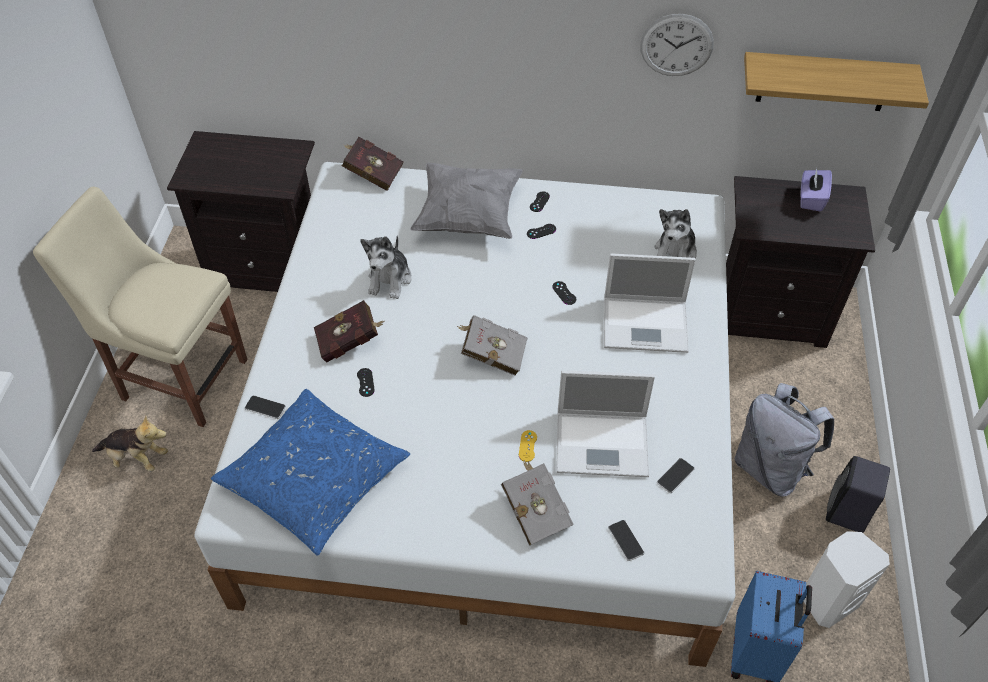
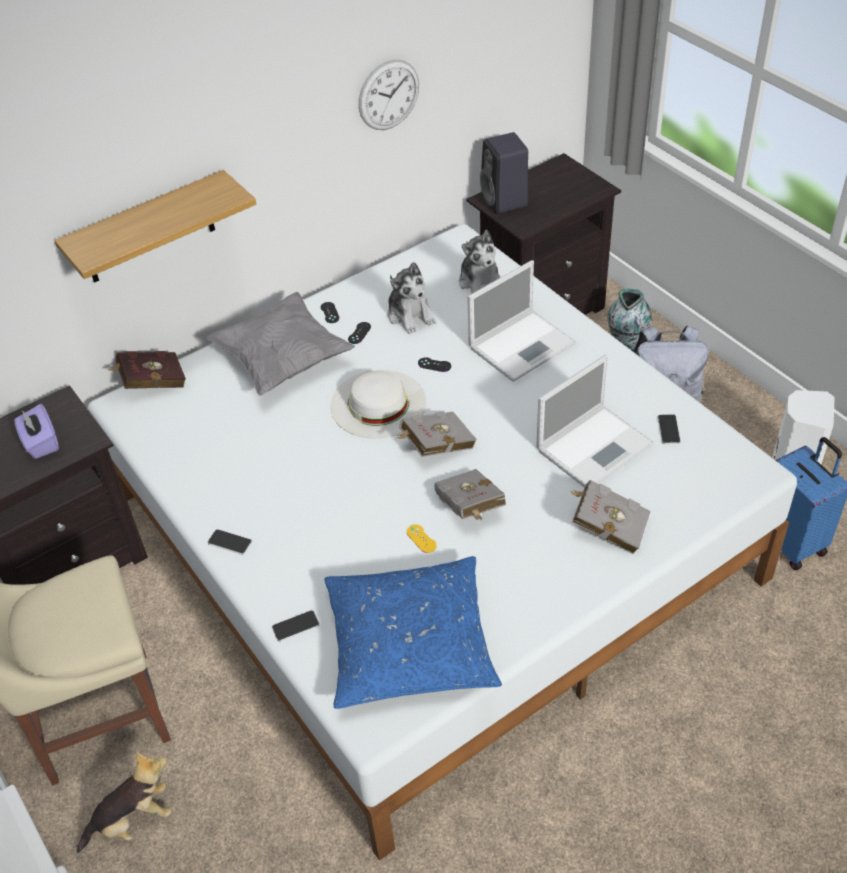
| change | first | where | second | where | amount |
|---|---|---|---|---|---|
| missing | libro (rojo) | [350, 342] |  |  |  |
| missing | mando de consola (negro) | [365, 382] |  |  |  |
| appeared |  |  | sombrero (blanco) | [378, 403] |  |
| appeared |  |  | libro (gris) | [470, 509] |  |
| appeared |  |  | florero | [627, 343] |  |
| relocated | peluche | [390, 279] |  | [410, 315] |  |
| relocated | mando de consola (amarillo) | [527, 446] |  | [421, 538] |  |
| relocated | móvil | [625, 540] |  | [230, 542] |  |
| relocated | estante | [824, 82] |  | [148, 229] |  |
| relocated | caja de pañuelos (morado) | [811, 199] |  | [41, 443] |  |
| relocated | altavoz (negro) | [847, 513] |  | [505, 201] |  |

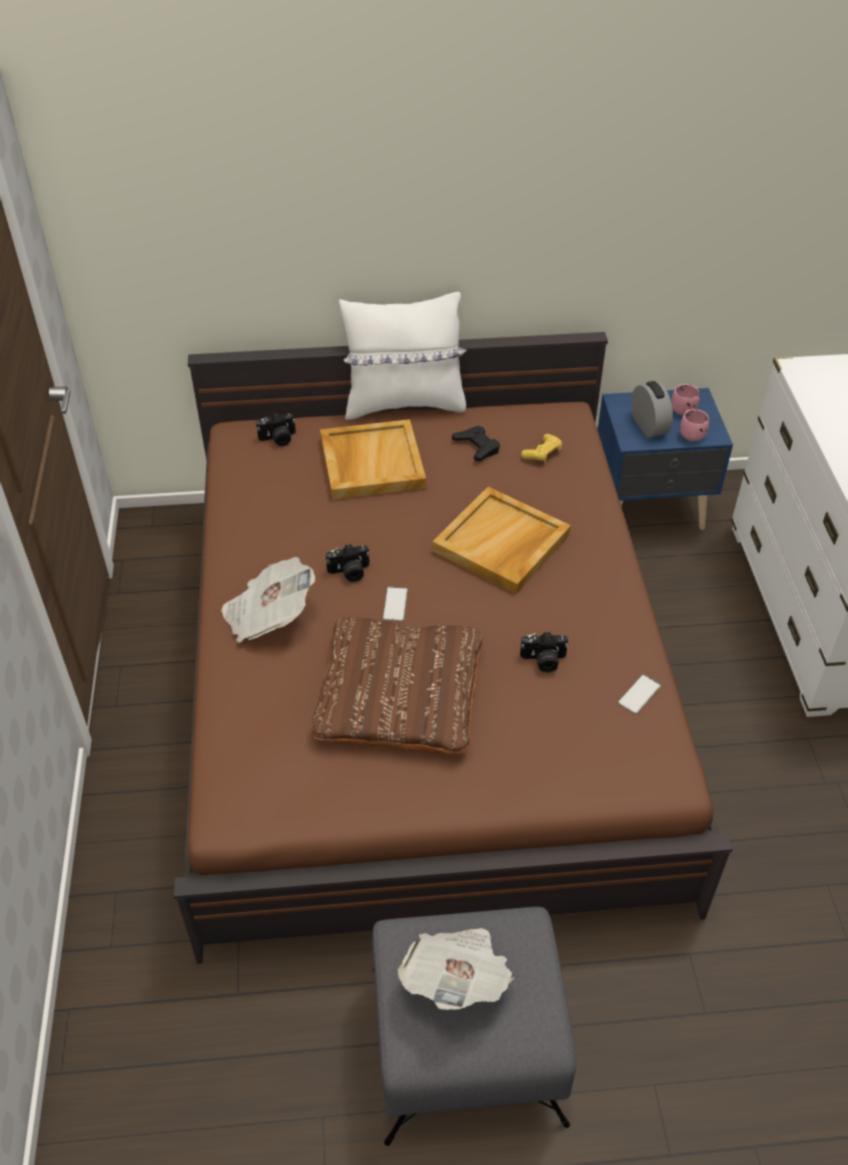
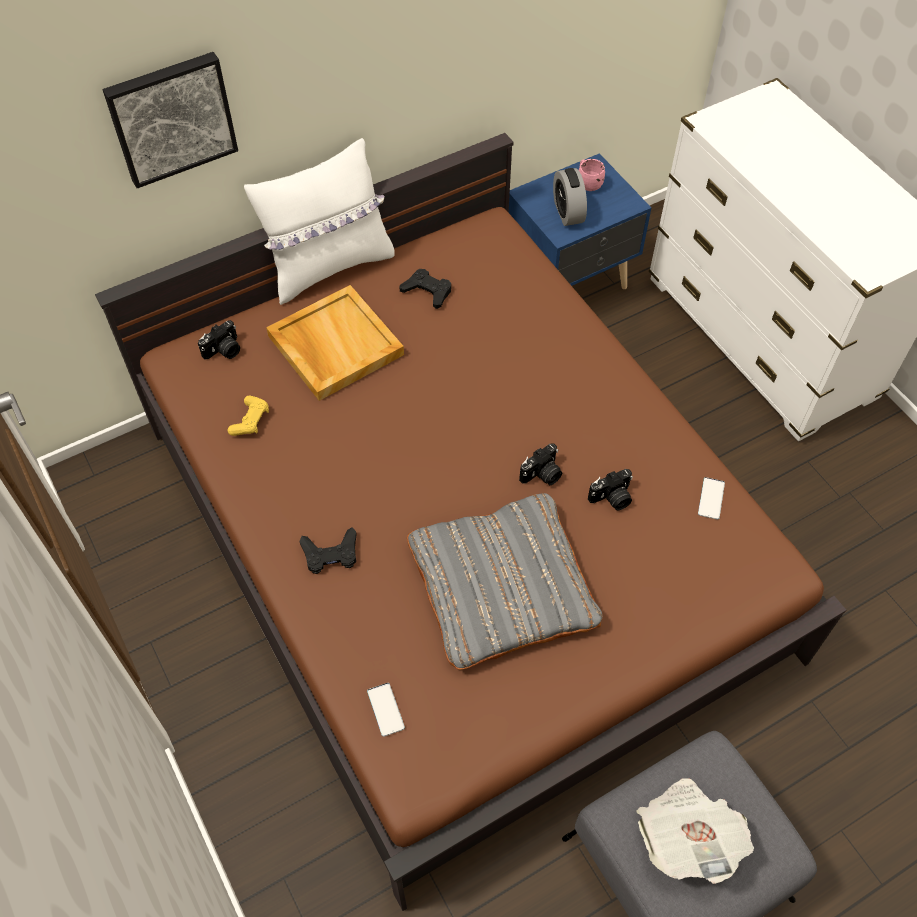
| change | first | where | second | where | amount |
|---|---|---|---|---|---|
| missing | bandeja (beis) | [501, 544] |  |  |  |
| missing | taza grande (rosa) | [690, 434] |  |  |  |
| appeared |  |  | cuadro | [171, 117] |  |
| relocated | cámara | [349, 572] |  | [542, 475] |  |
| relocated | móvil | [395, 604] |  | [385, 709] |  |
| relocated | mando de consola (amarillo) | [542, 453] |  | [250, 421] |  |
| exchanged | periódico | [268, 616] | mando de consola (negro) | [330, 554] |  |
| colour | cojín (marrón) | [399, 693] | cojín (gris) | [502, 586] |  |
| spun | despertador | [648, 426] |  | [568, 212] | 150 degrees counterclockwise |

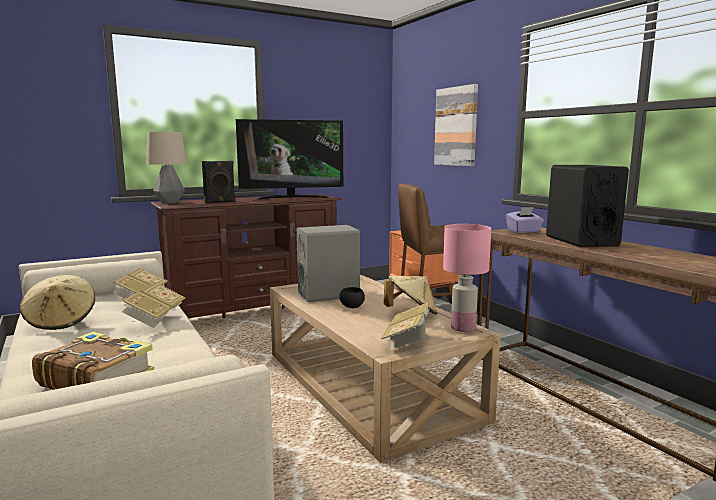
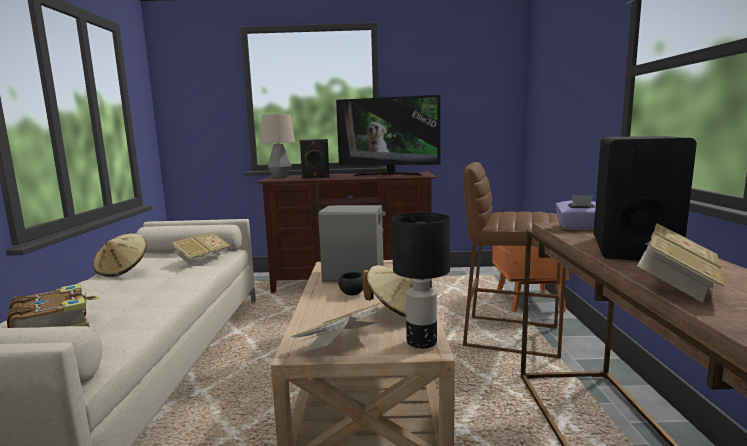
| change | first | where | second | where | amount |
|---|---|---|---|---|---|
| missing | cuadro | [456, 126] |  |  |  |
| relocated | libro | [155, 318] |  | [677, 283] |  |
| colour | lámpara de mesa (rosa) | [462, 328] | lámpara de mesa (negro) | [420, 342] |  |

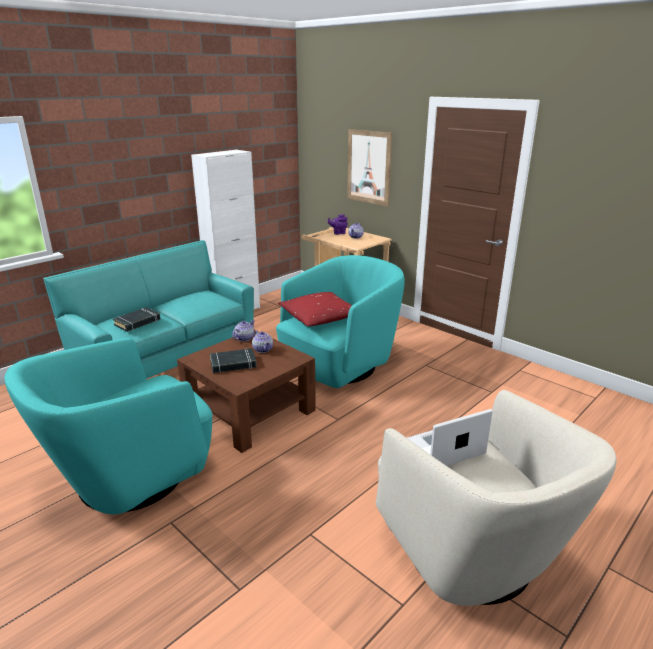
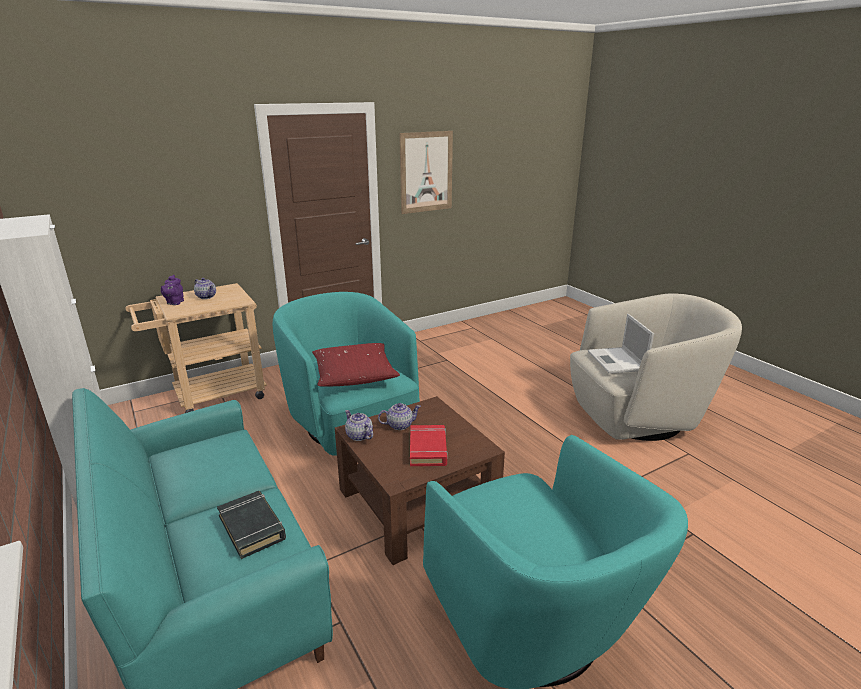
| change | first | where | second | where | amount |
|---|---|---|---|---|---|
| relocated | cuadro | [369, 167] |  | [426, 172] |  |
| colour | libro (negro) | [233, 364] | libro (rojo) | [428, 449] |  |

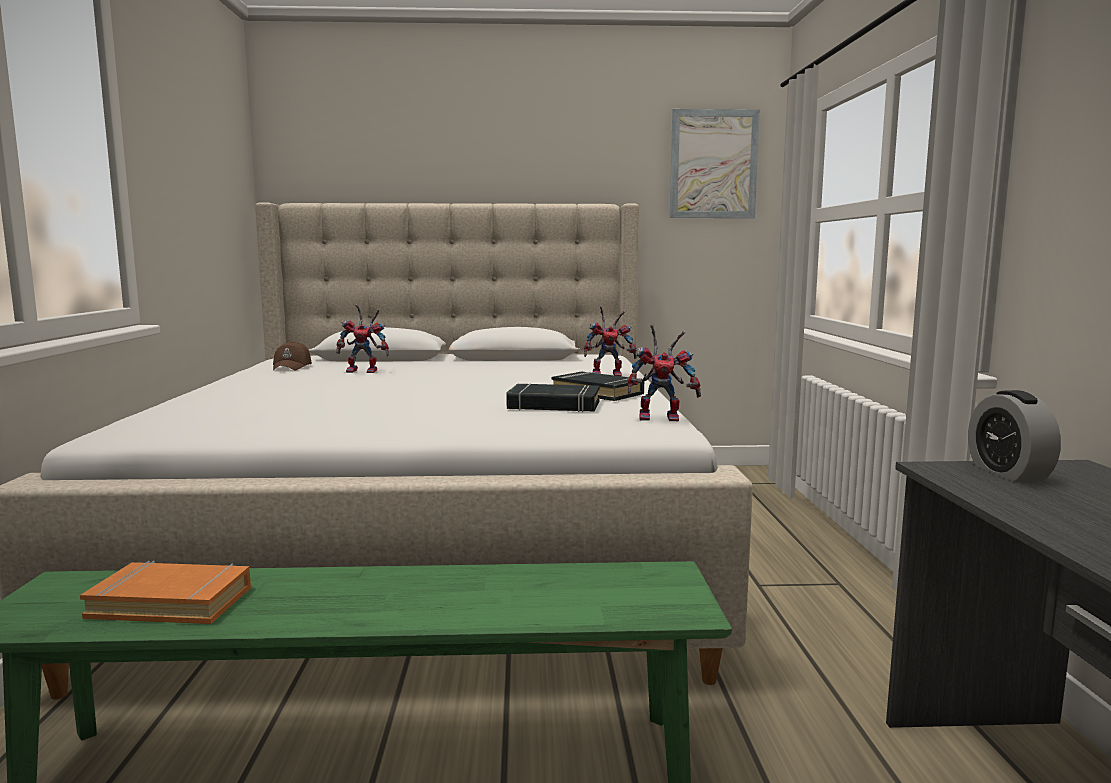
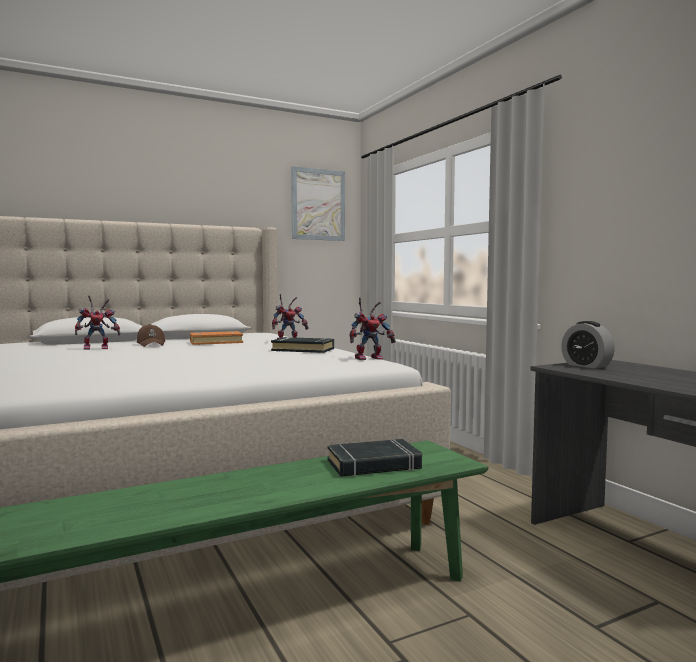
| change | first | where | second | where | amount |
|---|---|---|---|---|---|
| relocated | libro (naranja) | [171, 602] |  | [216, 342] |  |
| relocated | gorra (marrón) | [292, 367] |  | [151, 344] |  |
| relocated | libro (negro) | [554, 405] |  | [374, 465] |  |

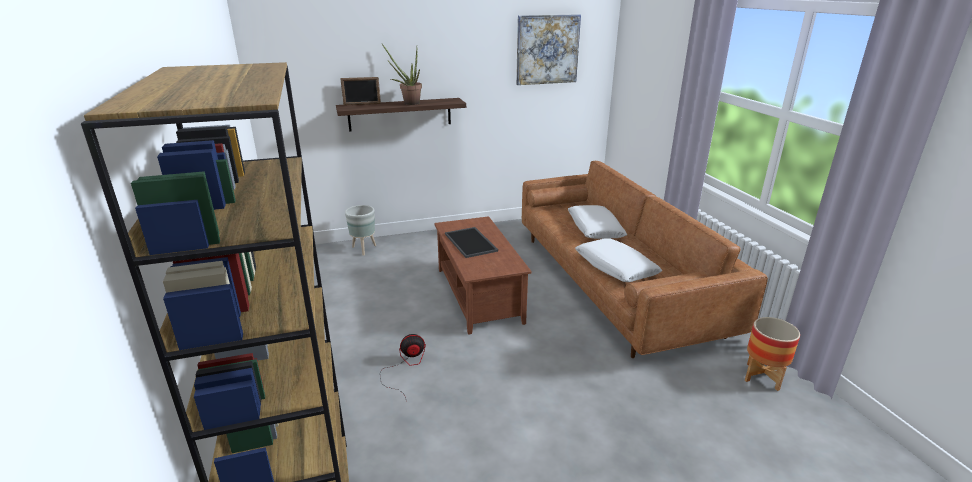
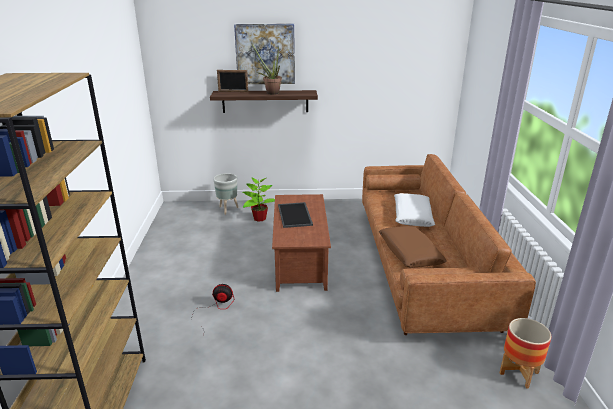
| change | first | where | second | where | amount |
|---|---|---|---|---|---|
| appeared |  |  | planta en maceta | [259, 218] |  |
| relocated | cuadro | [547, 49] |  | [265, 54] |  |
| colour | cojín (blanco) | [615, 267] | cojín (marrón) | [410, 253] |  |

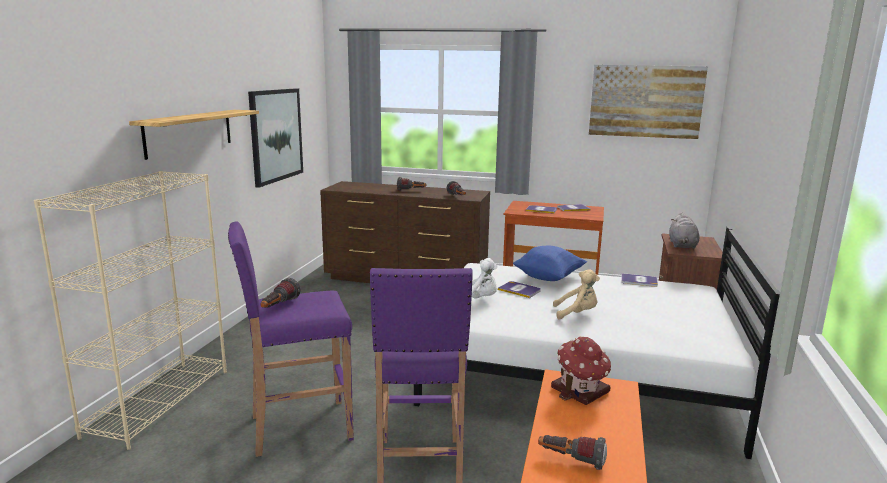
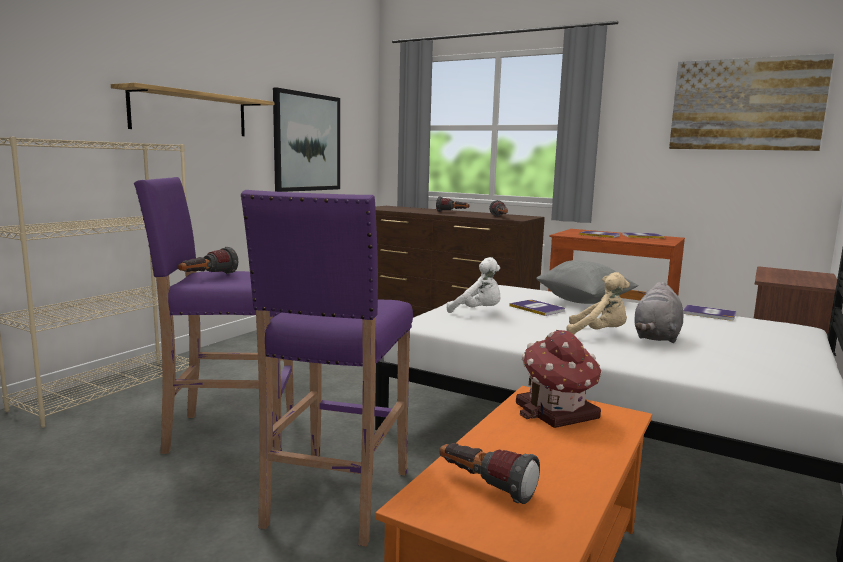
| change | first | where | second | where | amount |
|---|---|---|---|---|---|
| relocated | peluche (gris) | [682, 245] |  | [656, 337] |  |
| colour | cojín (azul) | [549, 278] | cojín (gris) | [584, 302] |  |

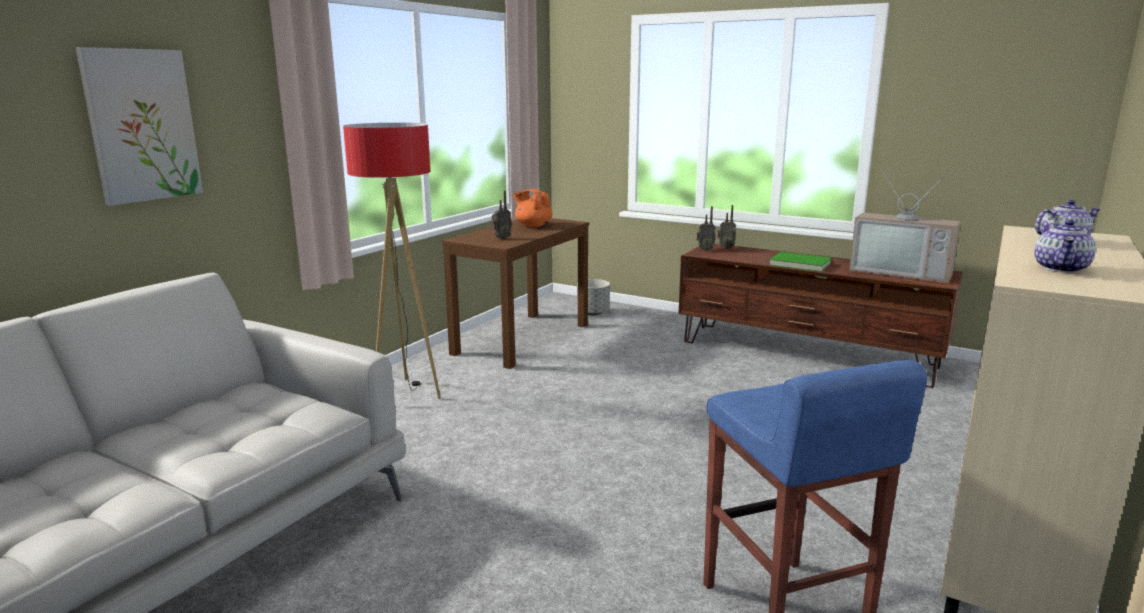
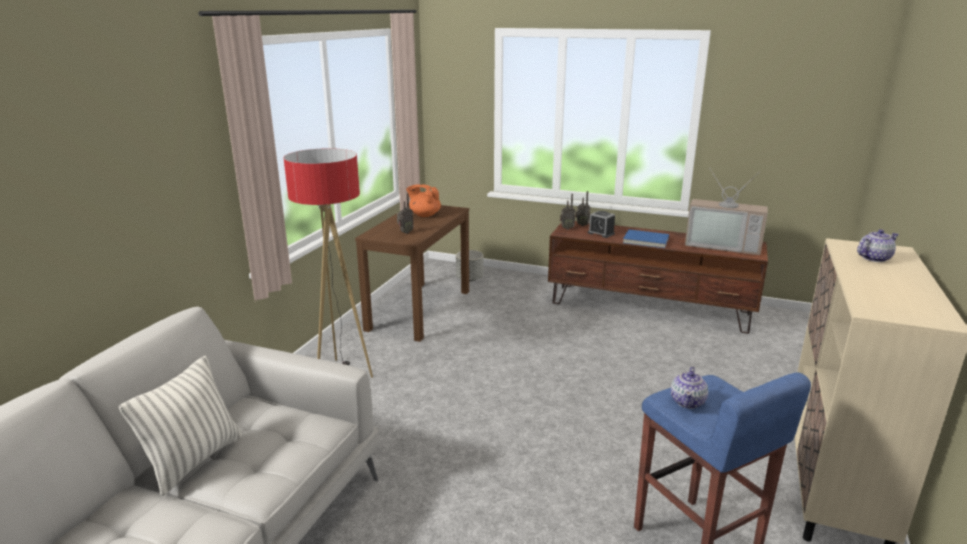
| change | first | where | second | where | amount |
|---|---|---|---|---|---|
| missing | cuadro | [141, 125] |  |  |  |
| appeared |  |  | cojín | [194, 460] |  |
| appeared |  |  | despertador | [601, 233] |  |
| relocated | tetera | [1061, 268] |  | [688, 402] |  |
| colour | libro (verde) | [800, 264] | libro (azul) | [645, 241] |  |

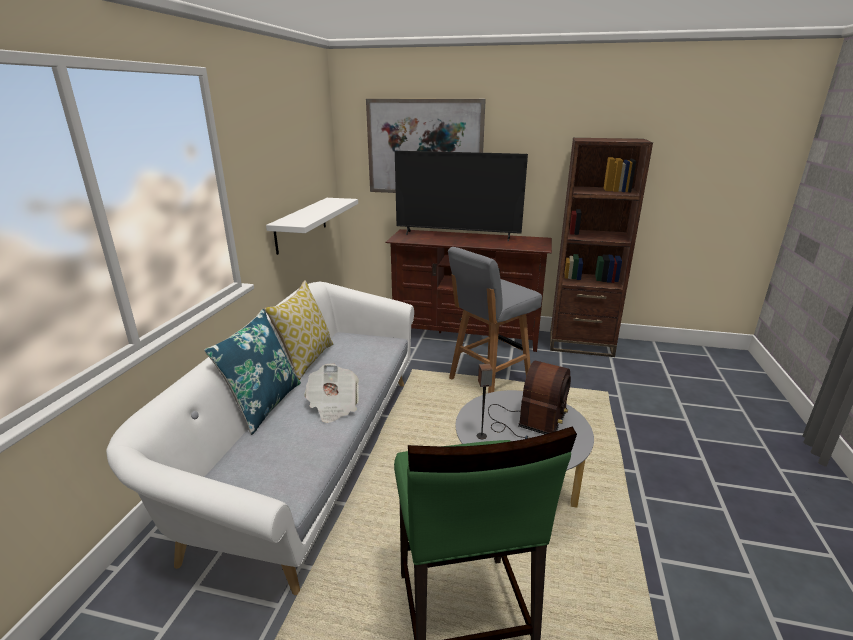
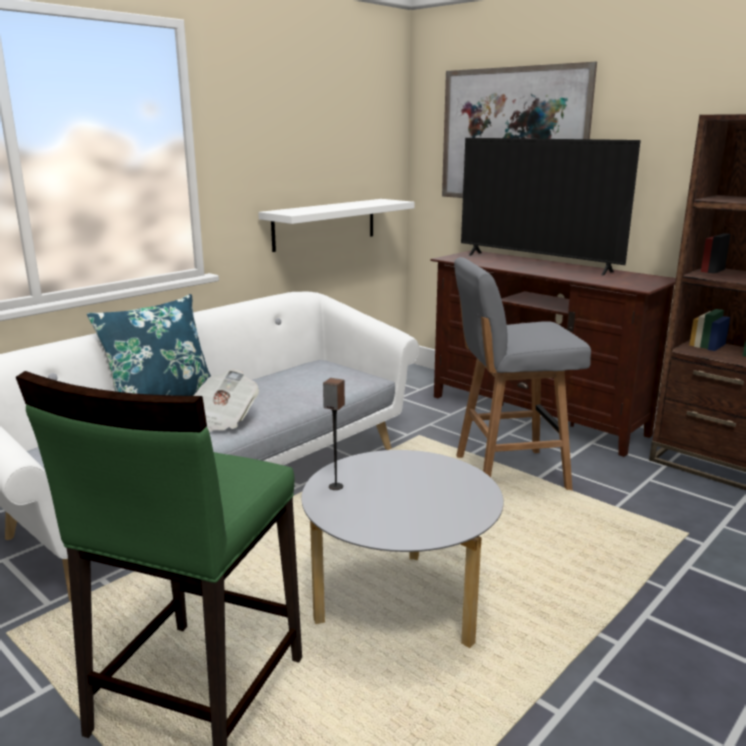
| change | first | where | second | where | amount |
|---|---|---|---|---|---|
| missing | cojín | [306, 359] |  |  |  |
| missing | radio | [527, 420] |  |  |  |

